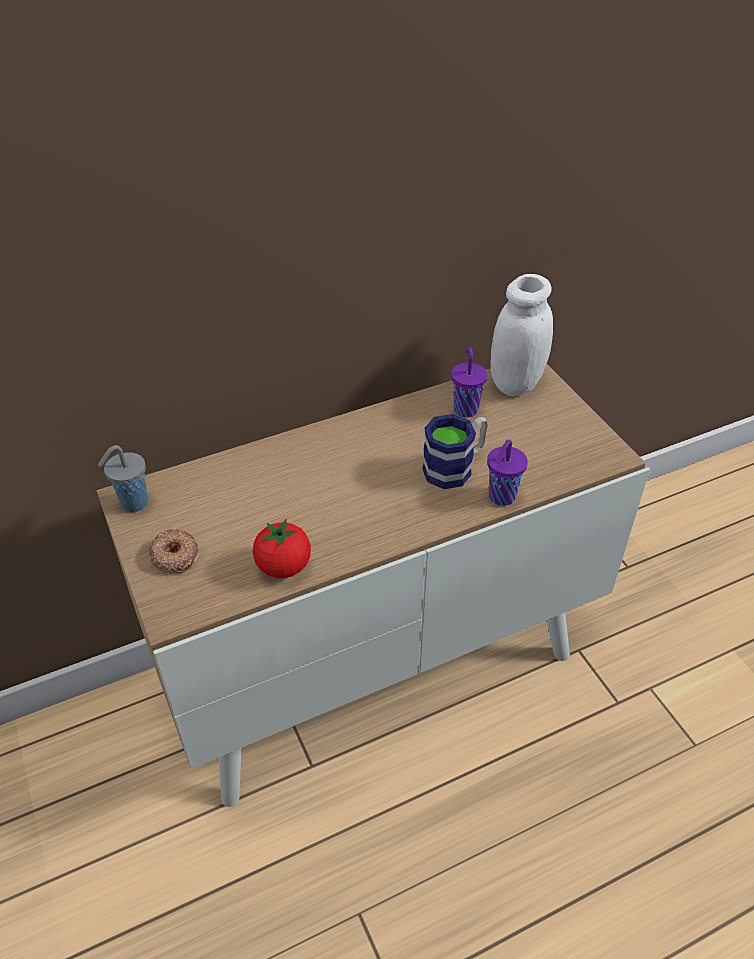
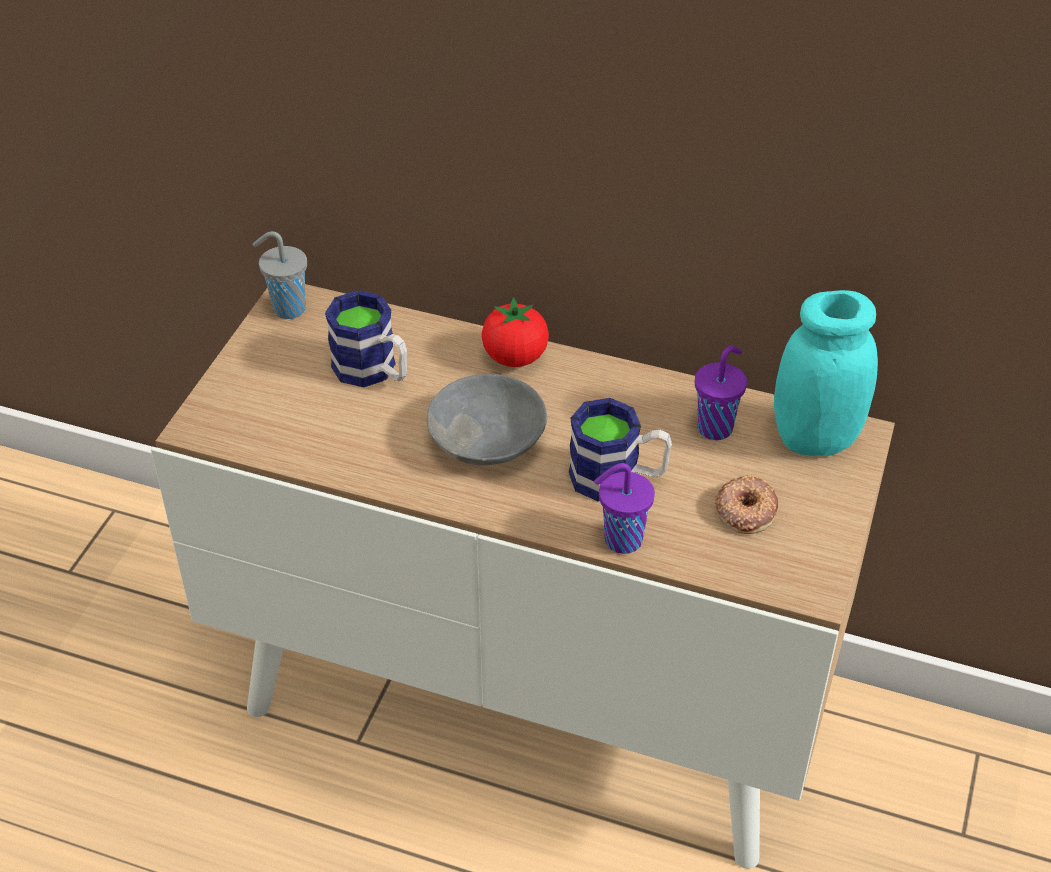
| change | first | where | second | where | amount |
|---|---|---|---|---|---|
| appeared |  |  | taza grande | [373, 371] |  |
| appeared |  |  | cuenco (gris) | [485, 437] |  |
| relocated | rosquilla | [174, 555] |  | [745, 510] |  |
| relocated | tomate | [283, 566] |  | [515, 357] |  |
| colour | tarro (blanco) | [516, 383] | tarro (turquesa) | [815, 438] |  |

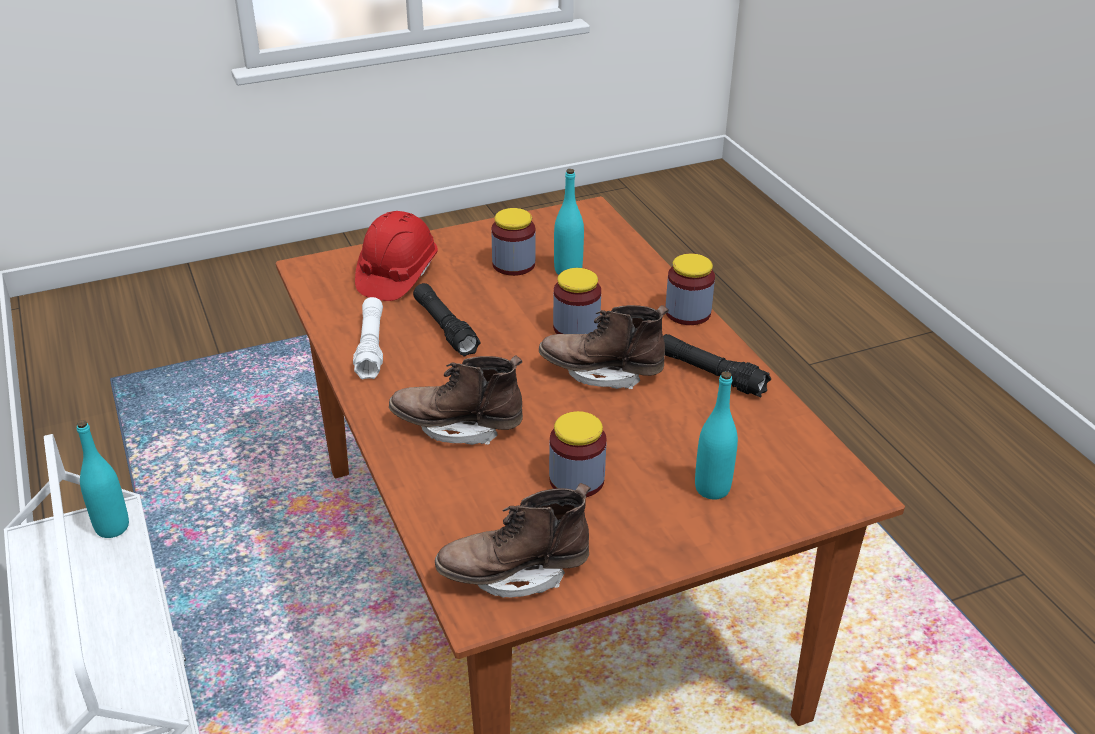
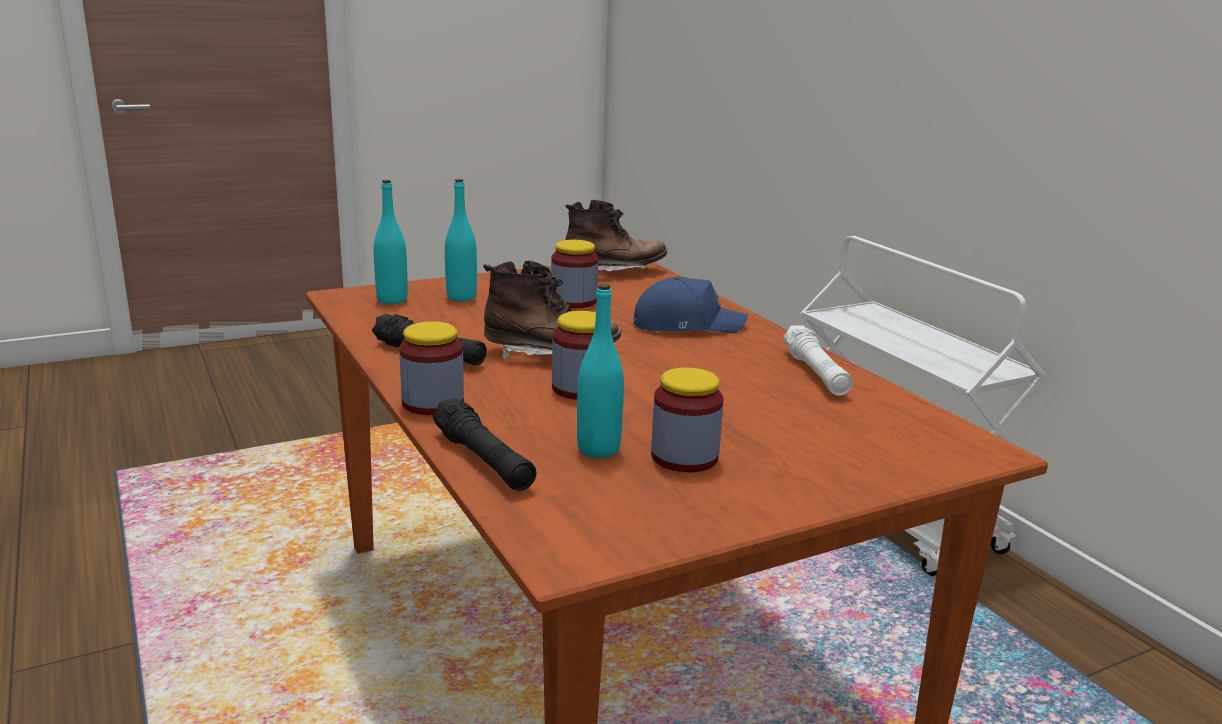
| change | first | where | second | where | amount |
|---|---|---|---|---|---|
| missing | casco (rojo) | [397, 275] |  |  |  |
| relocated | botella (turquesa) | [112, 527] |  | [392, 300] |  |
| relocated | linterna (negro) | [445, 328] |  | [483, 460] |  |
| exchanged | bota (marrón) | [457, 427] | gorra (azul) | [686, 325] |  |

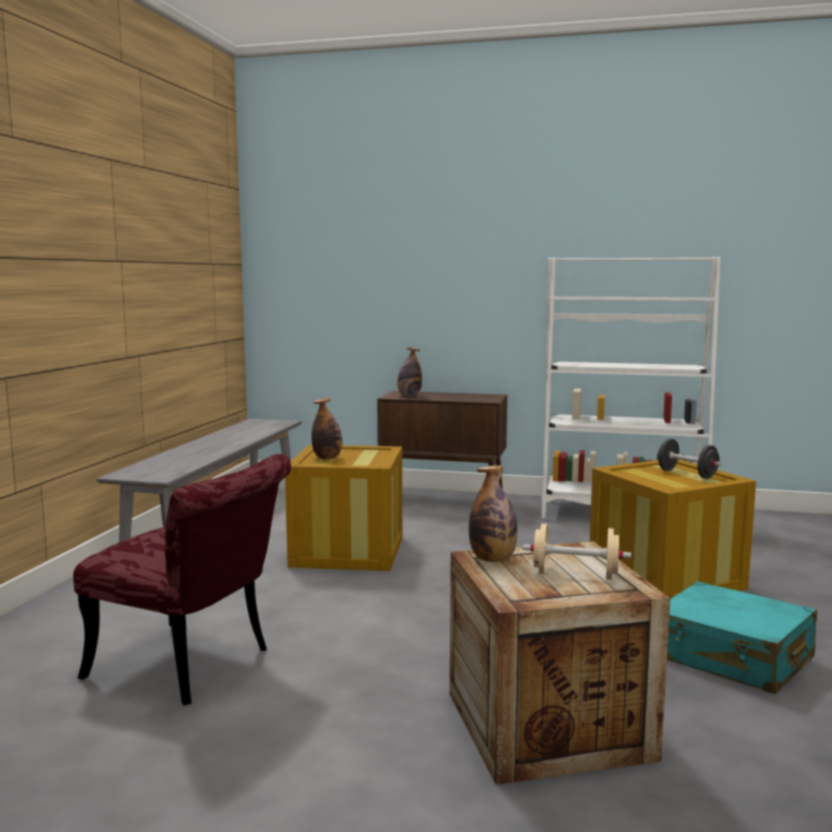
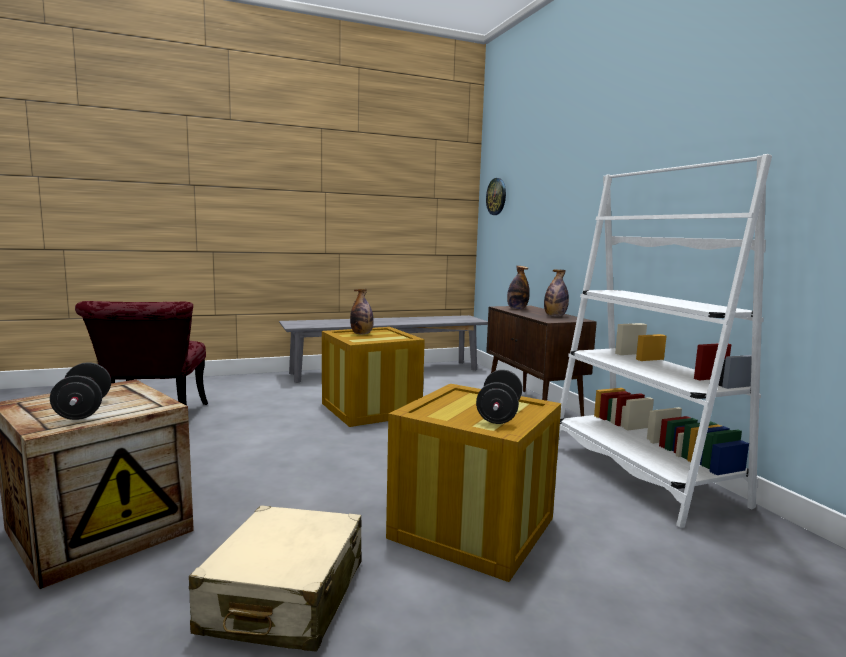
| change | first | where | second | where | amount |
|---|---|---|---|---|---|
| appeared |  |  | reloj de pared | [496, 196] |  |
| relocated | botella | [493, 559] |  | [555, 316] |  |
| colour | mancuerna (beis) | [575, 575] | mancuerna (negro) | [84, 410] |  |
| colour | maleta (turquesa) | [732, 658] | maleta (beis) | [284, 597] |  |

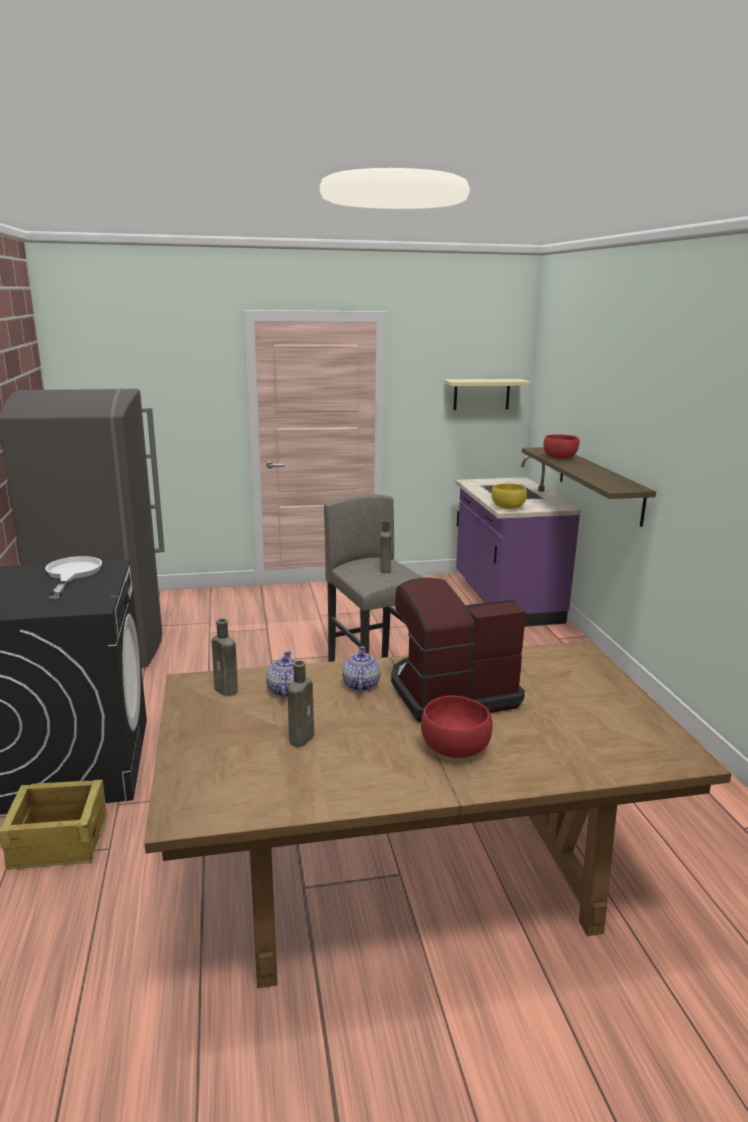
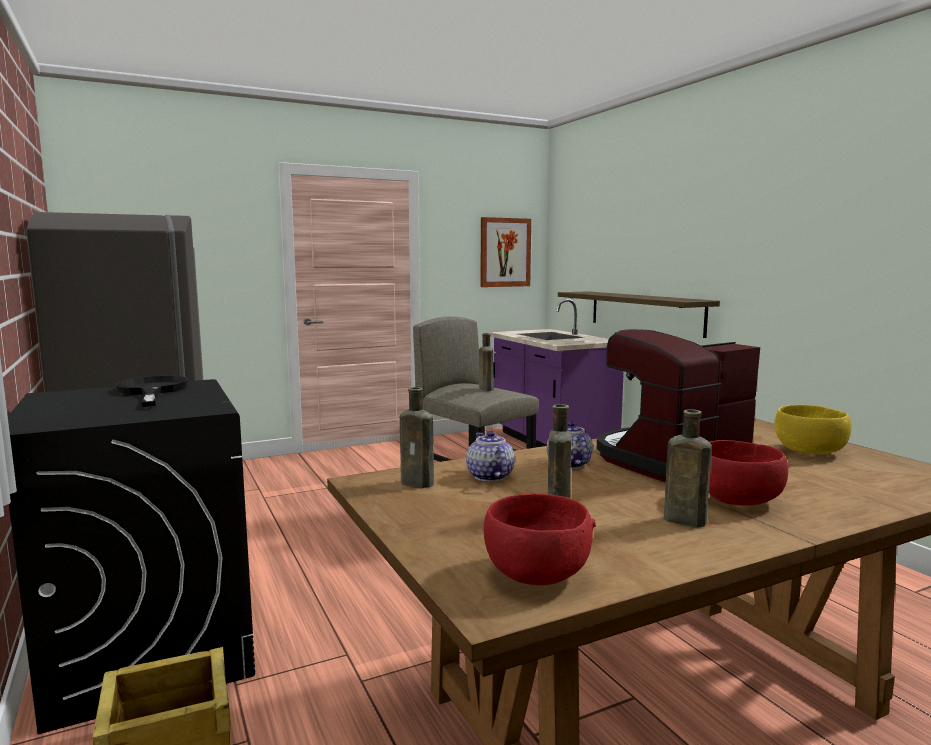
| change | first | where | second | where | amount |
|---|---|---|---|---|---|
| appeared |  |  | botella (marrón) | [681, 520] |  |
| relocated | cuenco (amarillo) | [508, 508] |  | [810, 451] |  |
| relocated | cuenco (rojo) | [559, 458] |  | [536, 575] |  |
| exchanged | estante (beis) | [481, 394] | cuadro | [505, 252] |  |
| colour | sartén (blanco) | [71, 574] | sartén (negro) | [152, 391] |  |

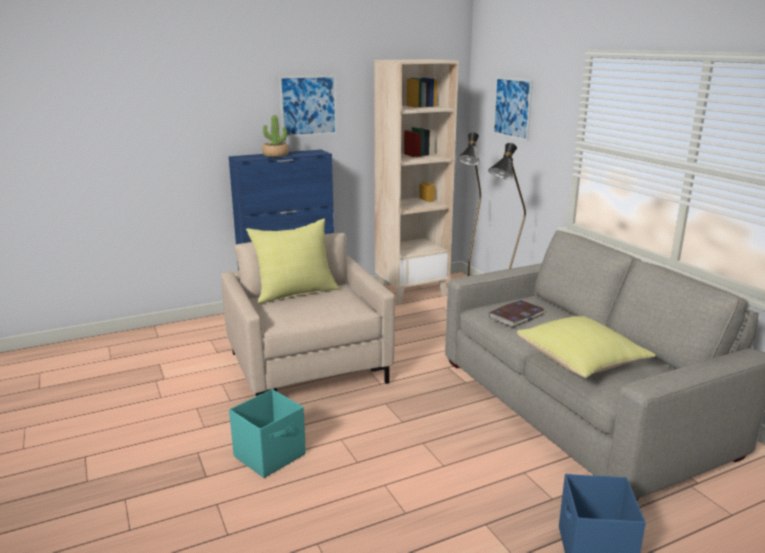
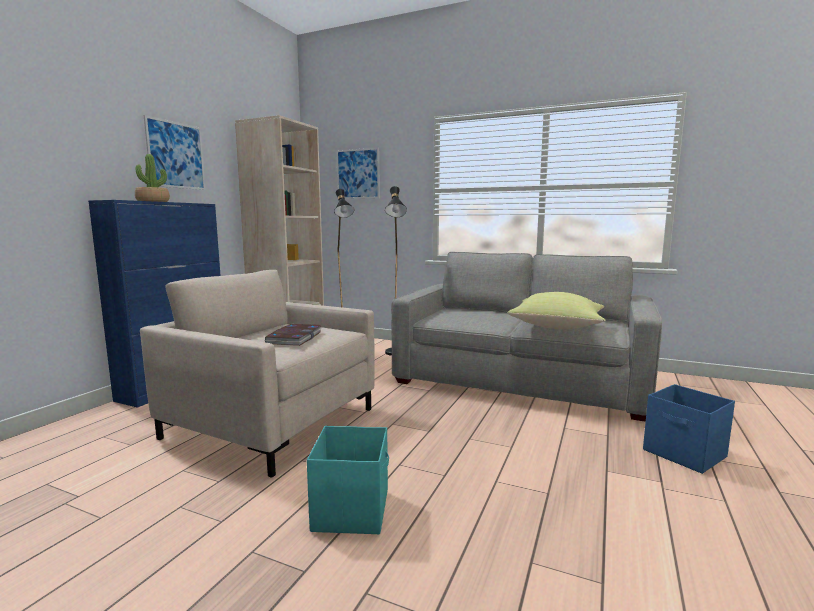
| change | first | where | second | where | amount |
|---|---|---|---|---|---|
| missing | cojín (amarillo) | [295, 292] |  |  |  |
| relocated | libro | [516, 316] |  | [294, 337] |  |

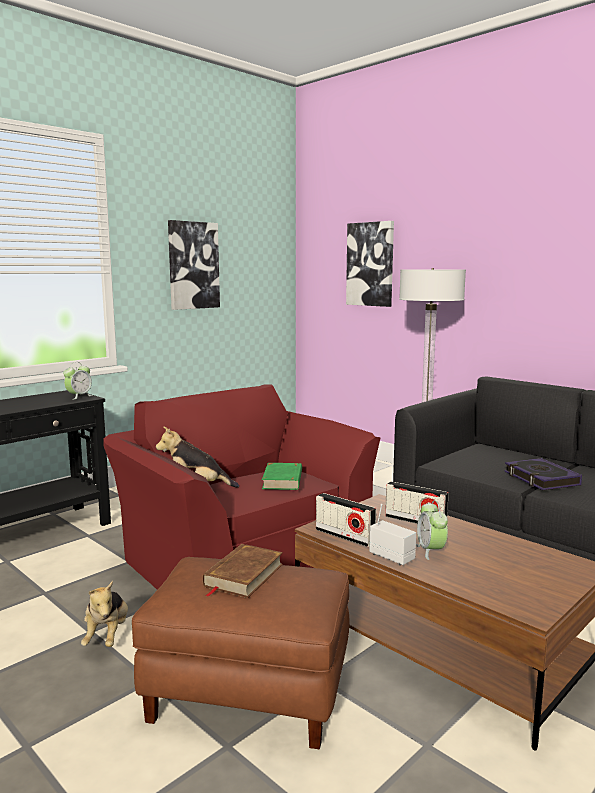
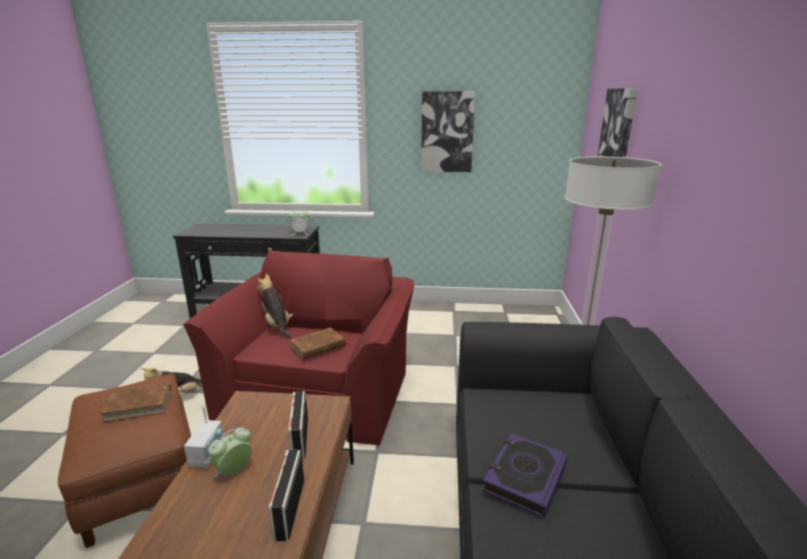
| change | first | where | second | where | amount |
|---|---|---|---|---|---|
| relocated | radio | [344, 536] |  | [289, 508] |  |
| colour | libro (verde) | [283, 480] | libro (marrón) | [318, 347] |  |

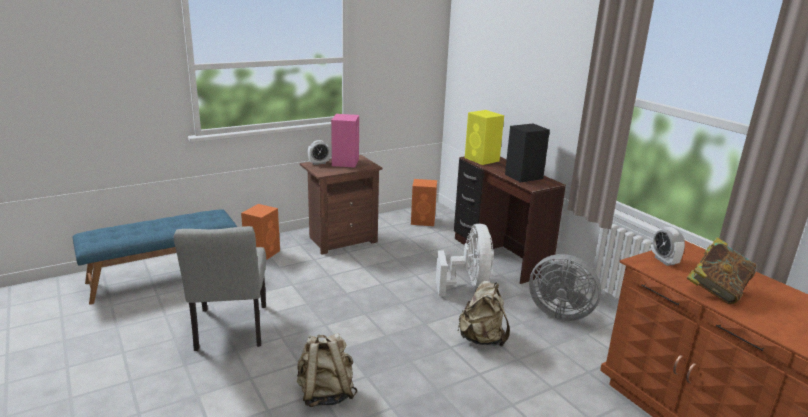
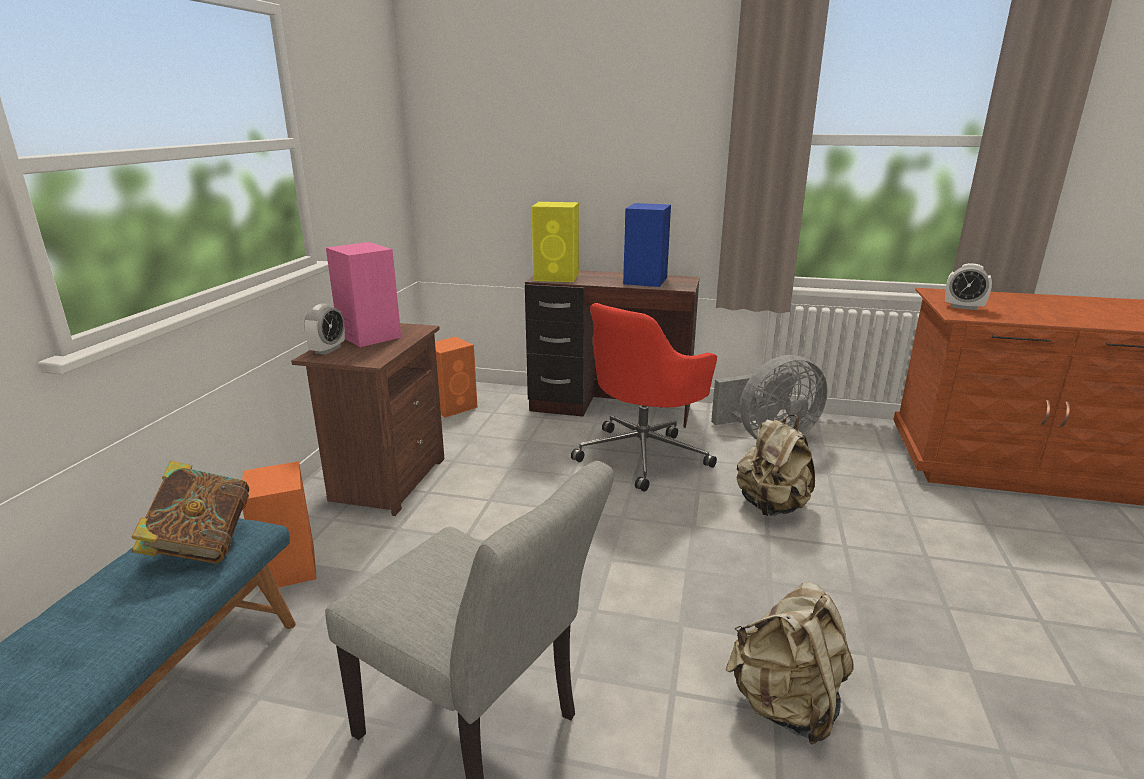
| change | first | where | second | where | amount |
|---|---|---|---|---|---|
| relocated | libro | [716, 291] |  | [201, 545] |  |
| exchanged | ventilador (blanco) | [468, 284] | silla de oficina (rojo) | [643, 455] |  |
| colour | altavoz (negro) | [524, 176] | altavoz (azul) | [645, 280] |  |

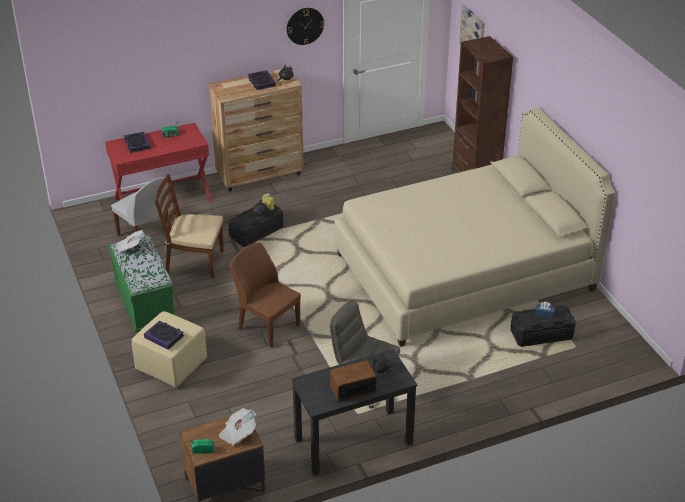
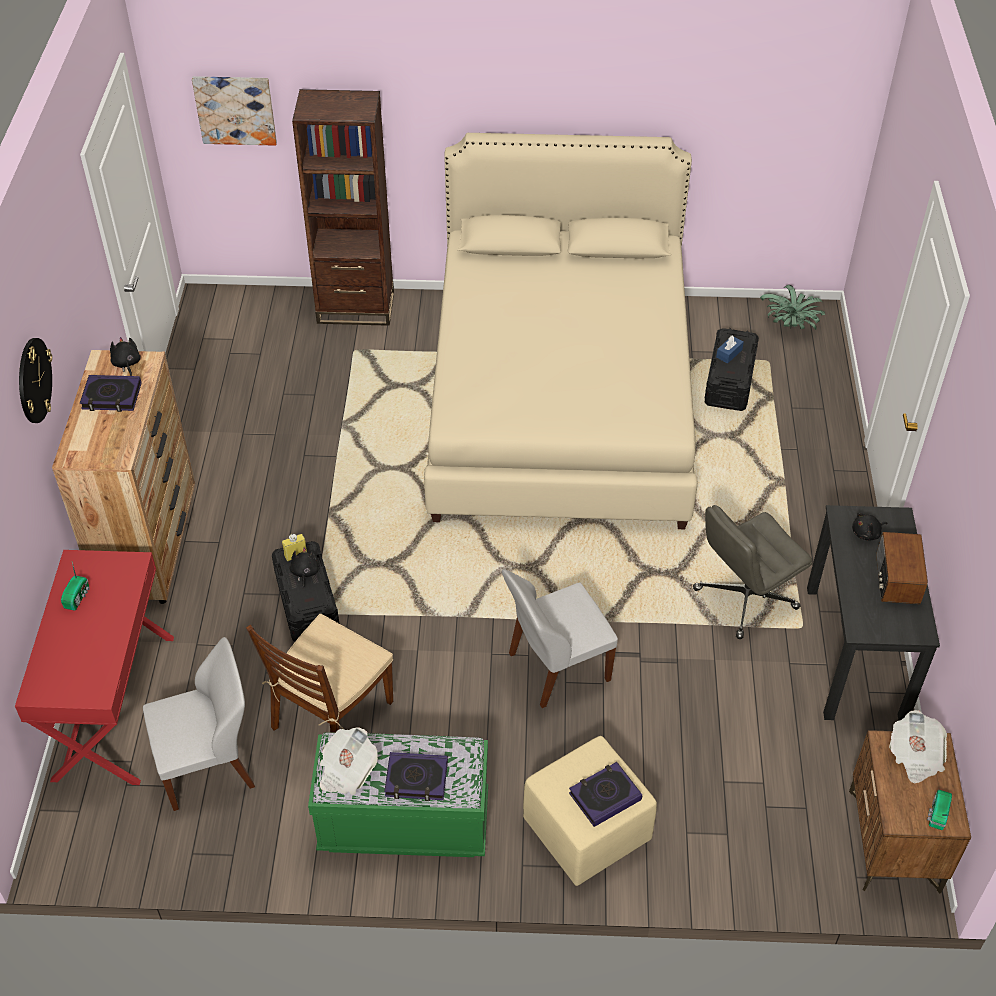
| change | first | where | second | where | amount |
|---|---|---|---|---|---|
| appeared |  |  | planta en maceta | [791, 326] |  |
| relocated | libro | [137, 144] |  | [416, 779] |  |
| relocated | reloj de pared | [305, 26] |  | [34, 380] |  |
| colour | silla (marrón) | [268, 326] | silla (blanco) | [556, 668] |  |

